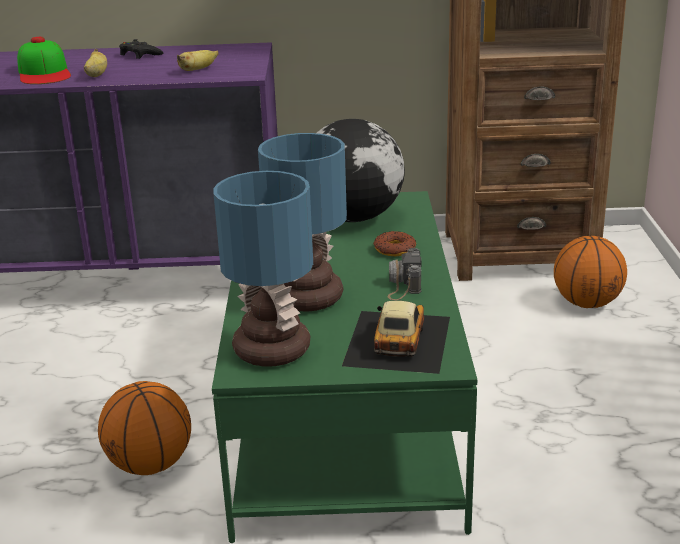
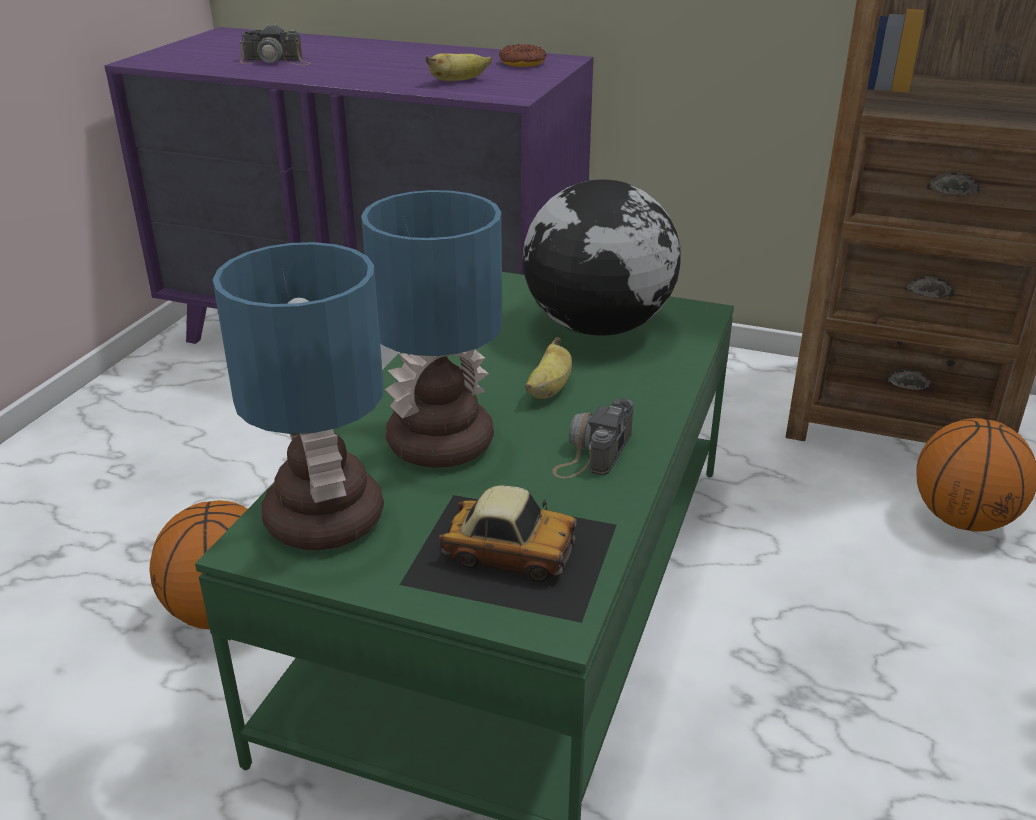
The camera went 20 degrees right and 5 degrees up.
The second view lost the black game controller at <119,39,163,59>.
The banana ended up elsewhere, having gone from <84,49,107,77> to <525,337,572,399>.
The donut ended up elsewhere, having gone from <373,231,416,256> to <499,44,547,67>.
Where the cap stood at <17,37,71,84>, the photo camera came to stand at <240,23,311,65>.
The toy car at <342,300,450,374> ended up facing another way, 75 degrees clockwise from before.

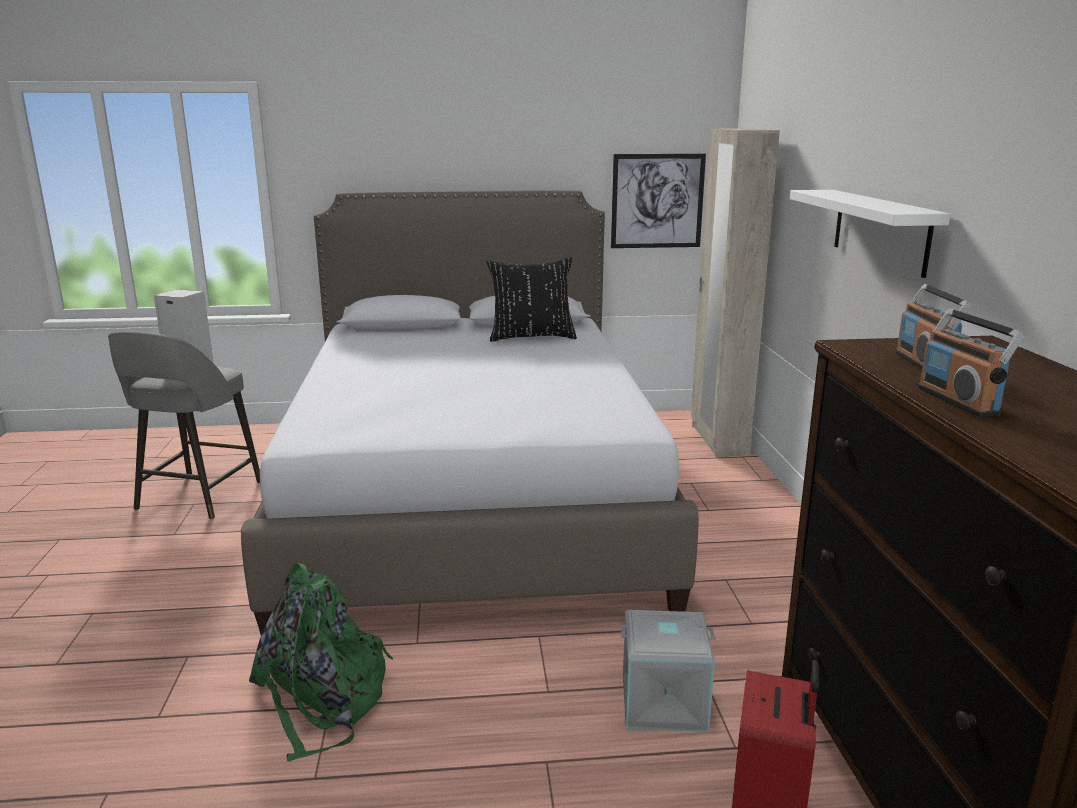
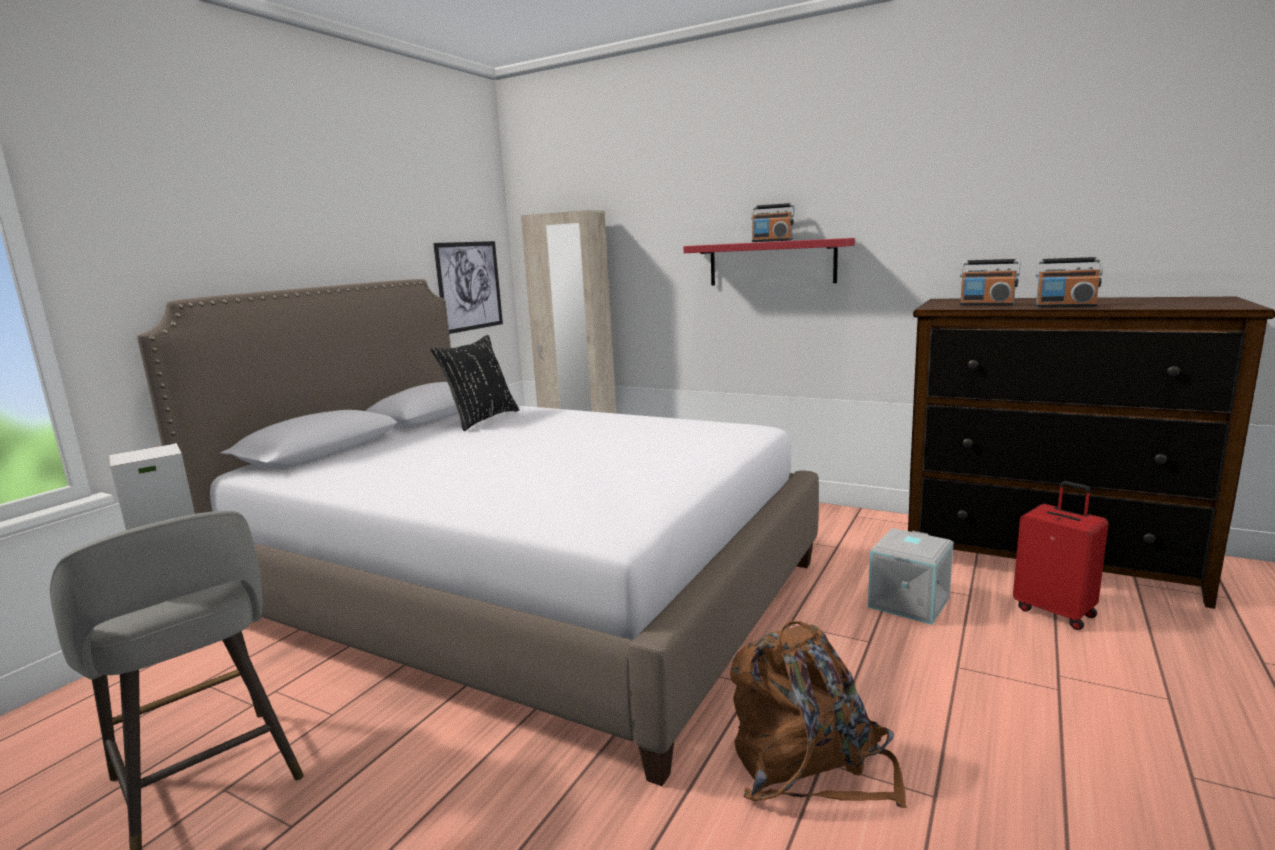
The camera went 55 degrees left and 5 degrees down.
The second view gained the radio at <751,203,795,242>.
What was the green backpack at <249,563,393,761> turned into the brown backpack at <730,621,907,808>.
What was the white shelf at <790,190,950,278> turned into the red shelf at <683,238,855,286>.

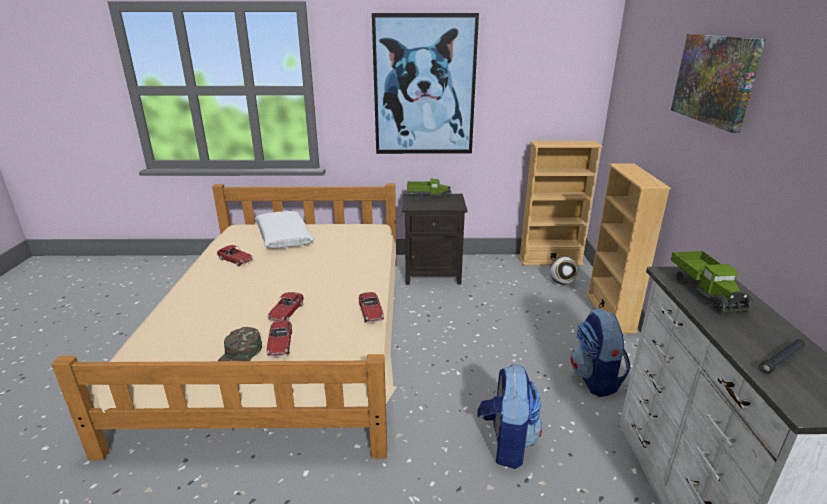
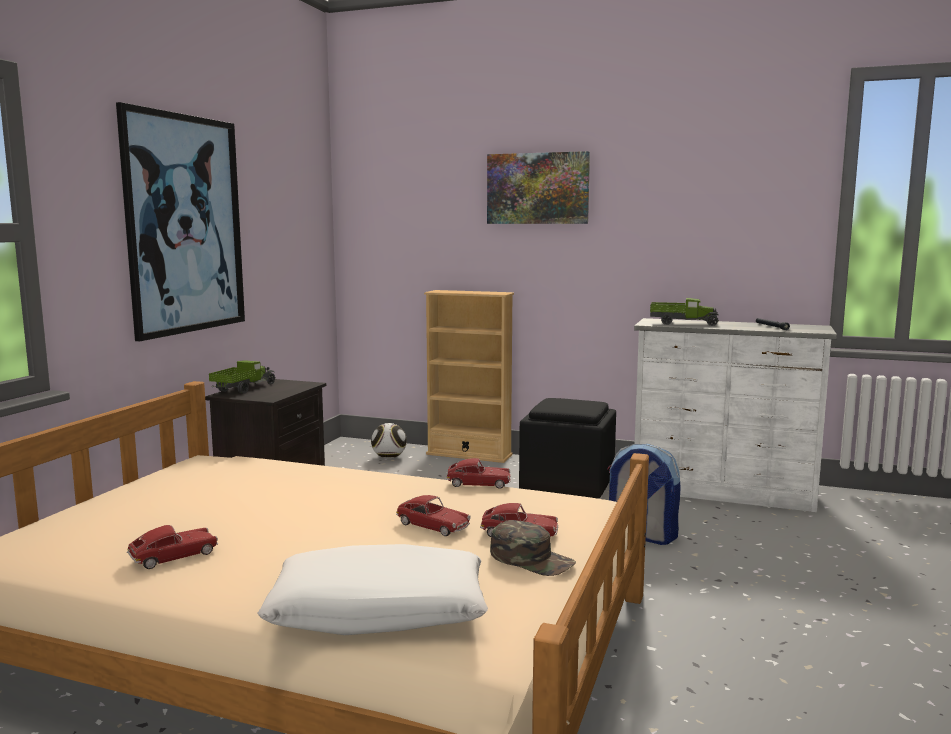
The camera went 70 degrees left and 15 degrees down.
The second view lost the beige bookcase at <519,141,603,265>.
The white pillow ended up elsewhere, having gone from <255,211,314,248> to <257,544,488,635>.
Where the backpack stood at <571,308,631,397>, the black ottoman came to stand at <519,398,616,498>.

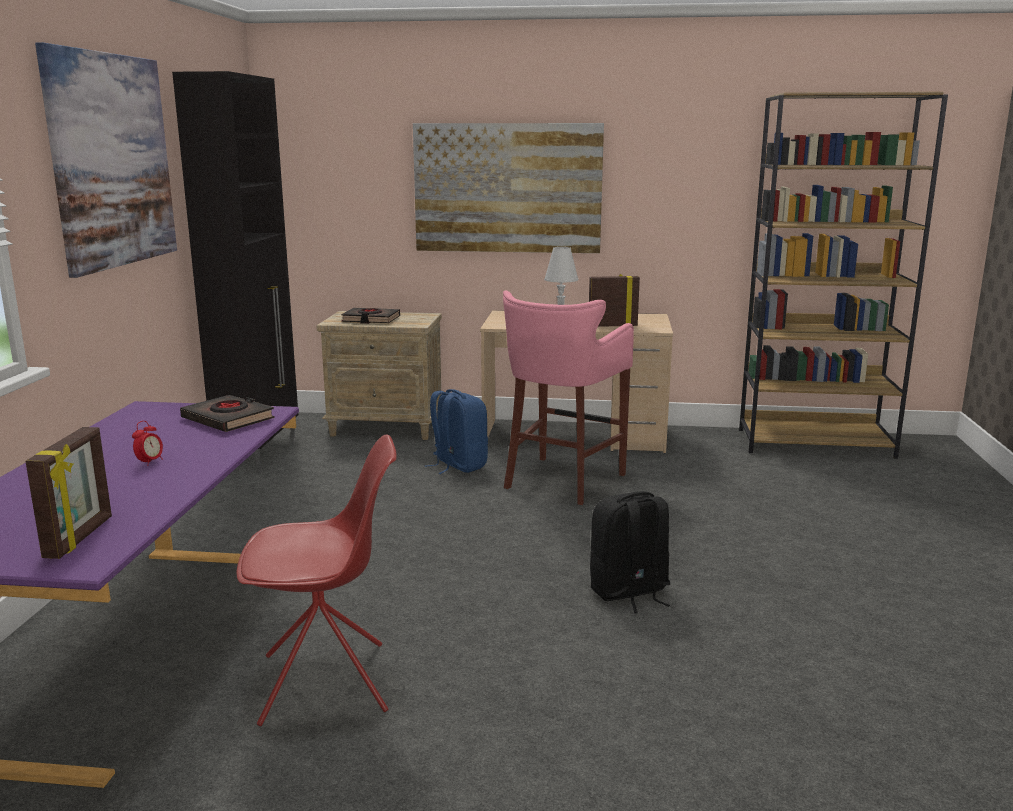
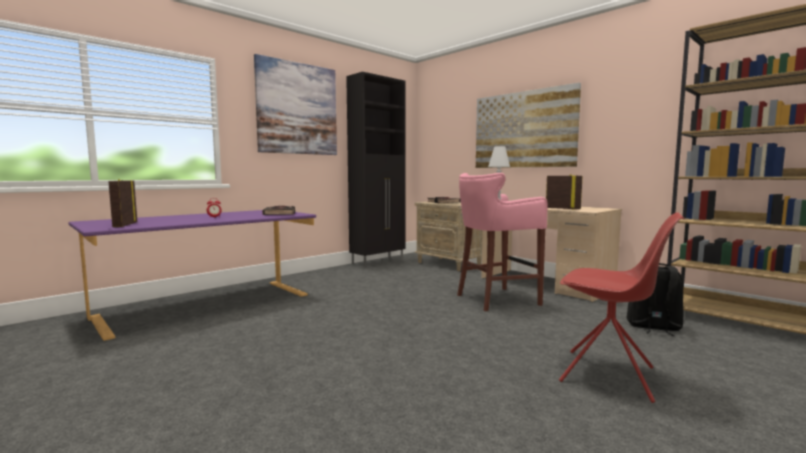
The camera went 40 degrees right and 10 degrees down.
The second view lost the blue backpack at <425,389,488,474>.
The red chair ended up elsewhere, having gone from <236,435,397,726> to <559,212,685,403>.
The black backpack ended up elsewhere, having gone from <590,491,670,613> to <626,263,684,336>.
The picture frame at <25,427,112,559> ended up facing another way, 120 degrees clockwise from before.

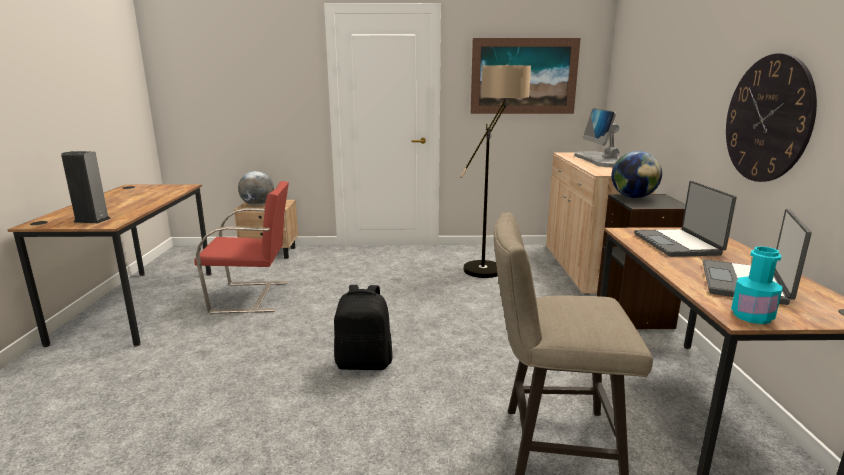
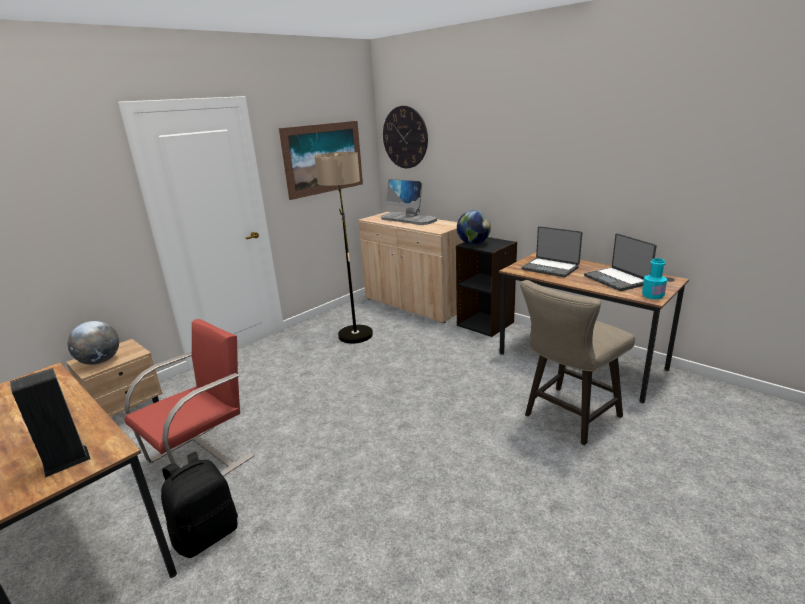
The camera went 45 degrees left and 5 degrees up.
The black backpack ended up elsewhere, having gone from <334,285,392,370> to <161,452,238,558>.
The wall clock ended up elsewhere, having gone from <726,53,817,182> to <383,106,428,168>.

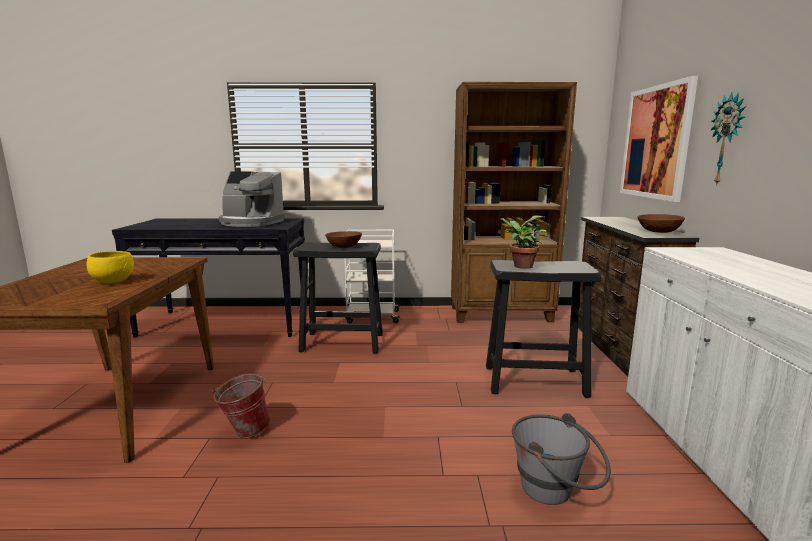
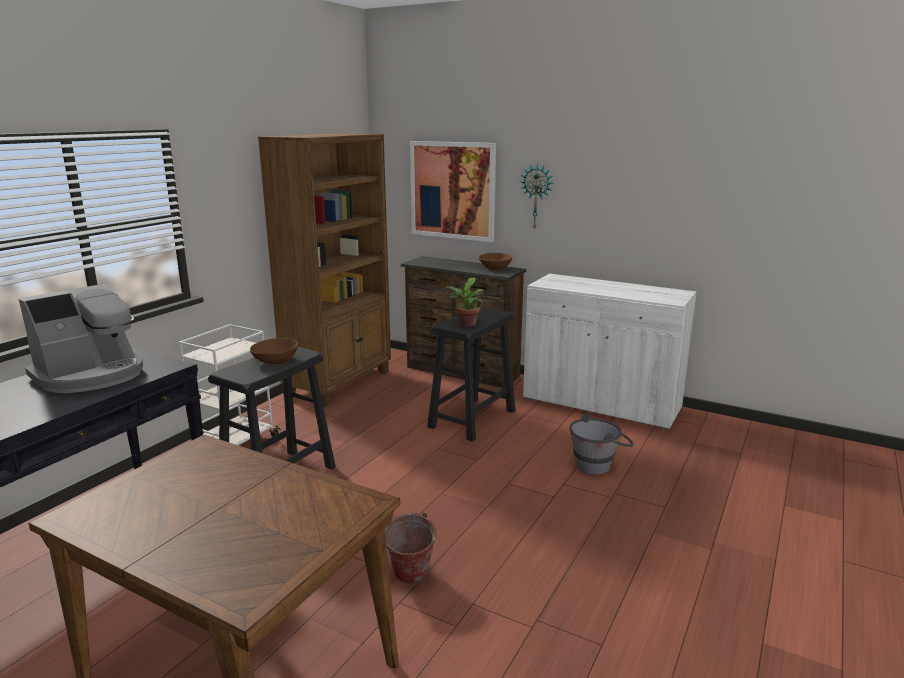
The camera went 60 degrees left and 5 degrees up.
The second view lost the yellow bowl at <87,251,134,284>.

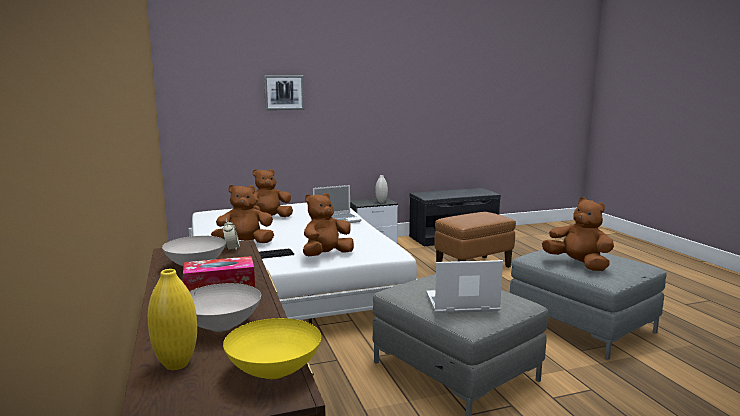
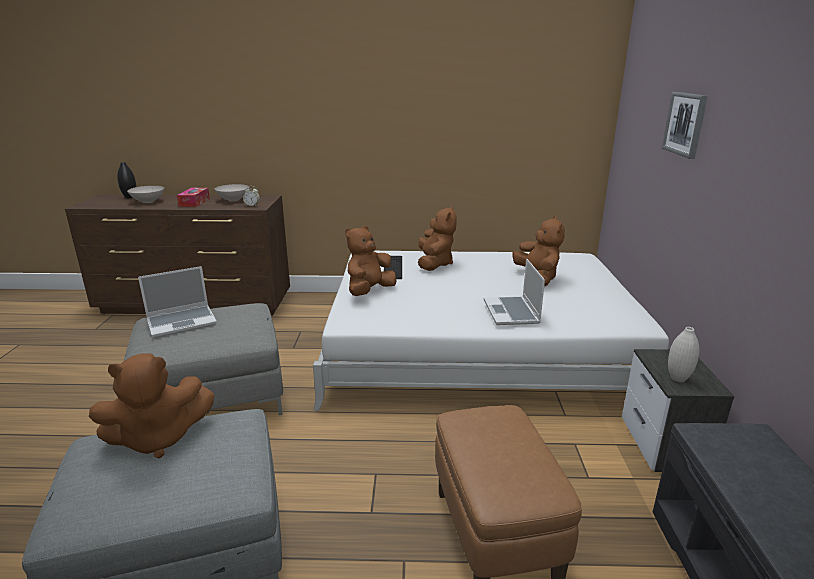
The camera went 110 degrees right and 10 degrees up.
The second view lost the yellow bowl at <223,318,321,379>.
What was the yellow vase at <148,269,197,370> turned into the black vase at <117,162,136,198>.
The brown plush toy at <303,193,354,256> ended up facing another way, 120 degrees counterclockwise from before.
The laptop at <426,260,503,313> ended up facing another way, 45 degrees clockwise from before.

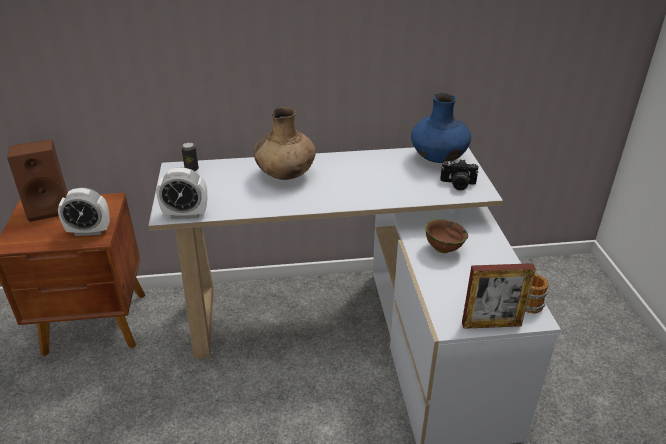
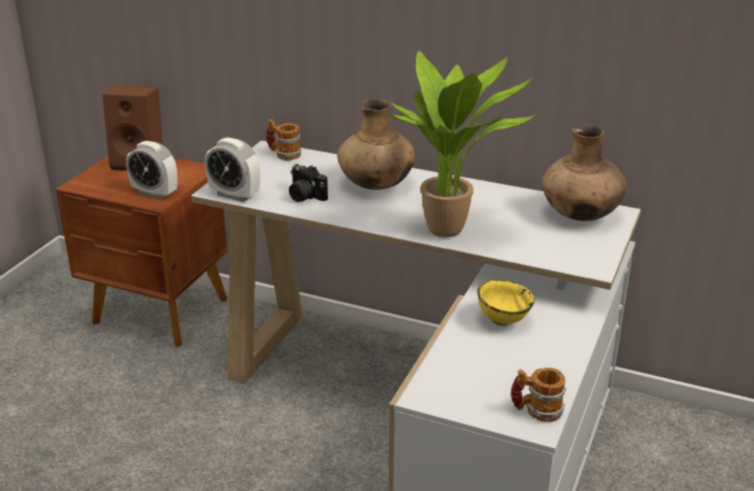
The camera went 30 degrees right and 5 degrees down.
The second view lost the picture frame at <462,263,536,329>.
The second view gained the potted plant at <387,51,534,237>.
The photo camera ended up elsewhere, having gone from <440,159,478,190> to <289,164,328,202>.
Where the can stood at <181,142,199,171>, the mug came to stand at <266,119,301,161>.
What was the blue vase at <411,93,471,163> turned into the brown vase at <542,124,627,221>.
What was the brown bowl at <425,219,468,253> turned into the yellow bowl at <477,279,534,326>.

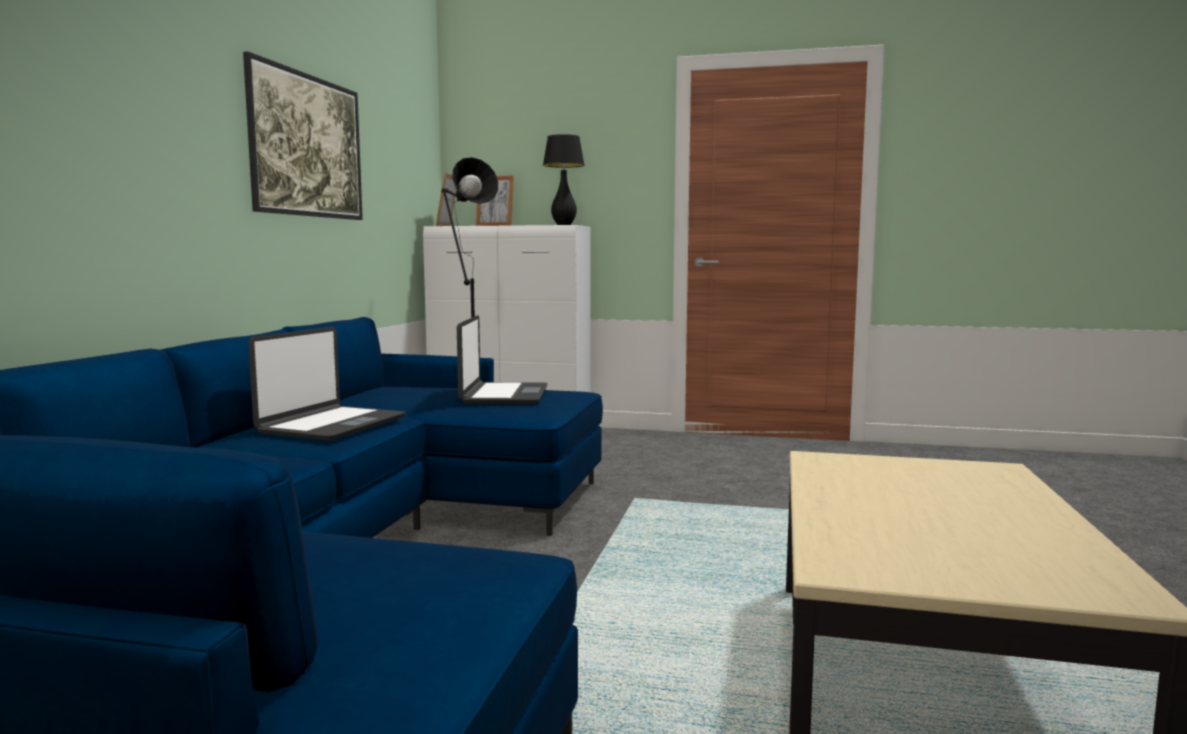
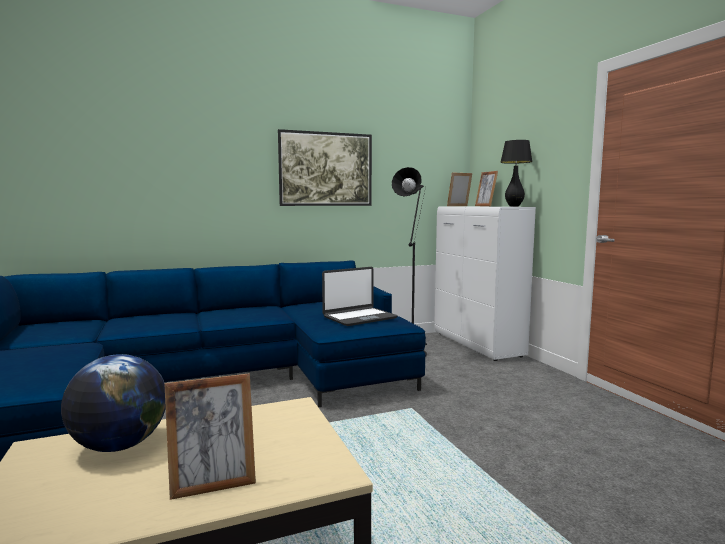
The camera went 55 degrees right and 0 degrees up.
The second view lost the laptop at <248,327,406,441>.
The second view gained the globe at <61,354,166,452>.
The second view gained the picture frame at <164,373,256,500>.

